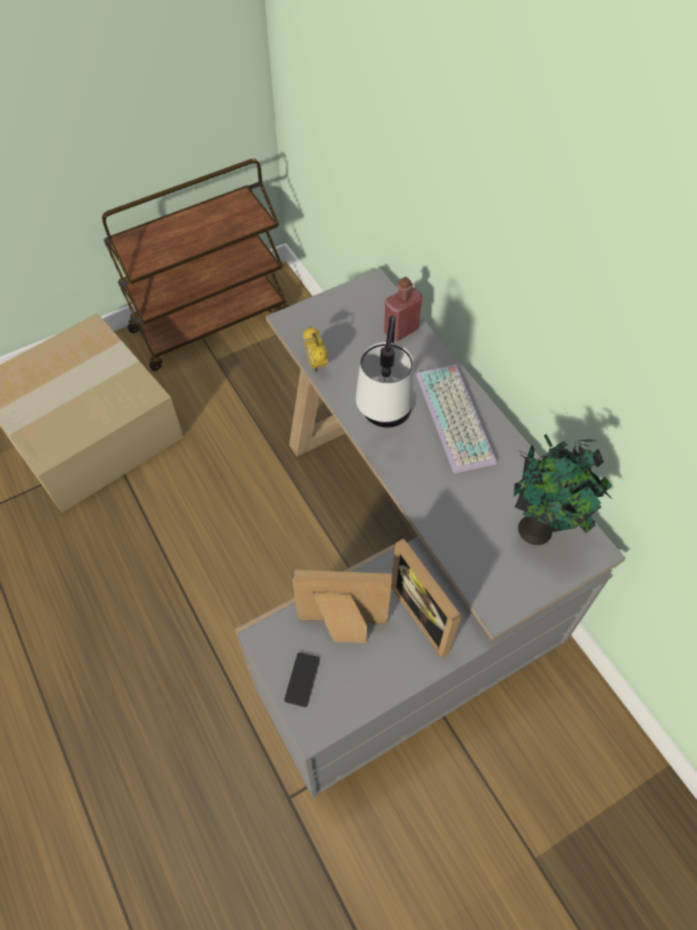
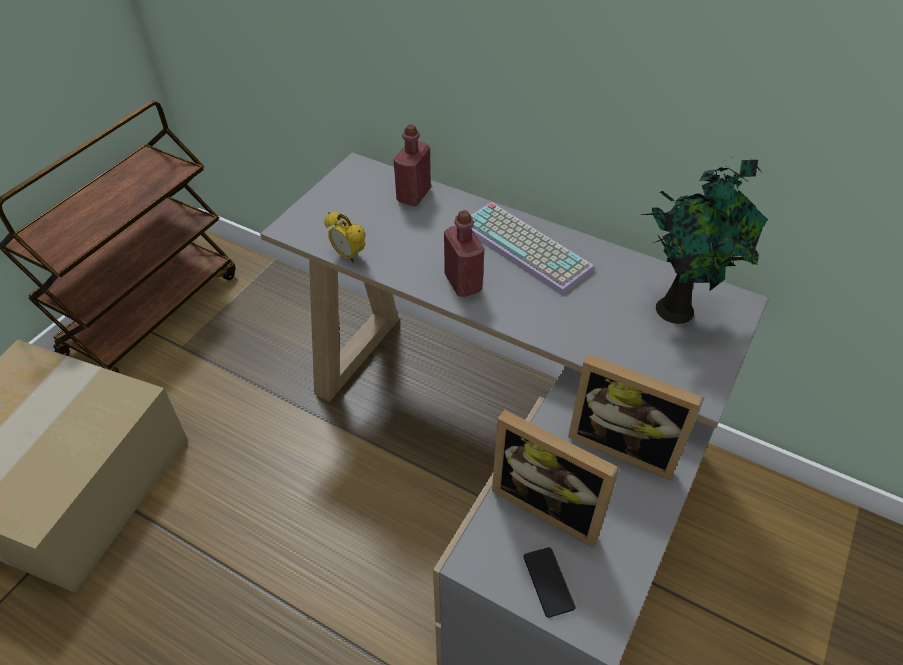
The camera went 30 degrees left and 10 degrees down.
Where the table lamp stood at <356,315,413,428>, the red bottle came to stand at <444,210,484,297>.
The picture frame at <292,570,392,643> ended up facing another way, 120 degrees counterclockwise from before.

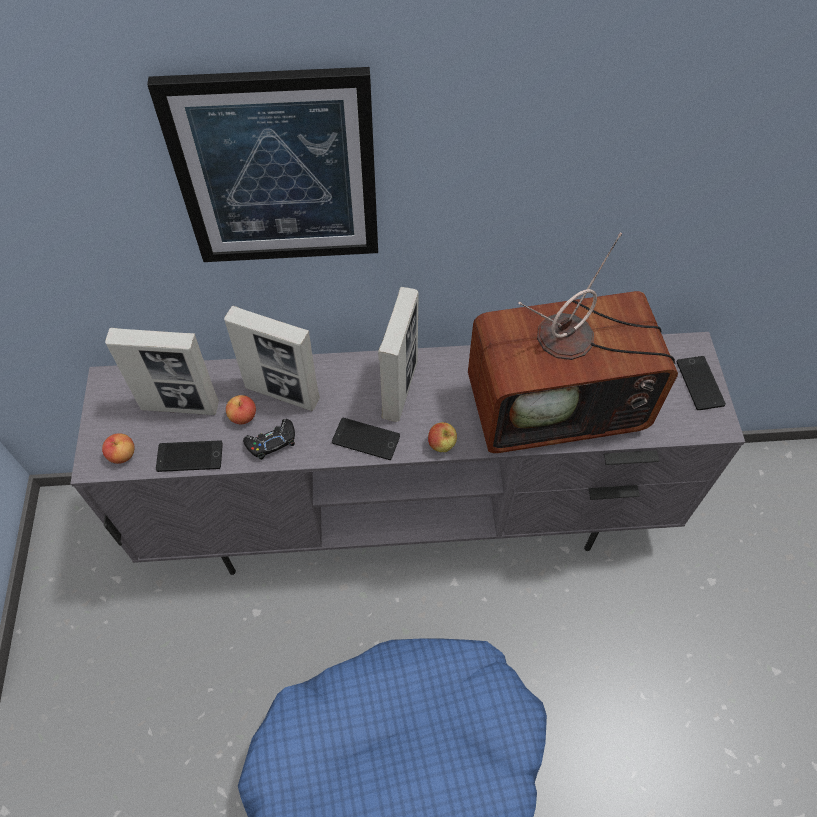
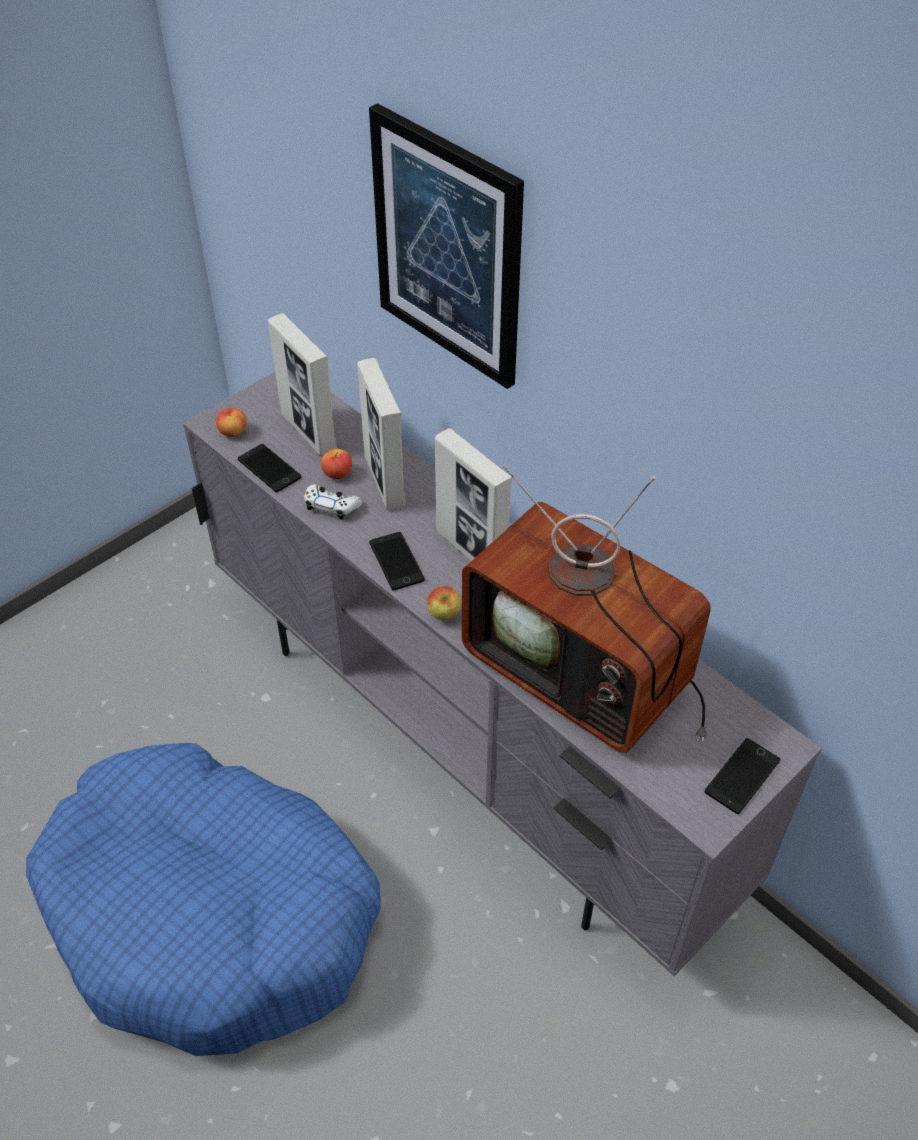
The camera went 50 degrees right and 10 degrees down.
What was the black game controller at <243,419,295,460> turned into the white game controller at <304,484,362,520>.
The picture frame at <378,287,419,422> ended up facing another way, 75 degrees clockwise from before.

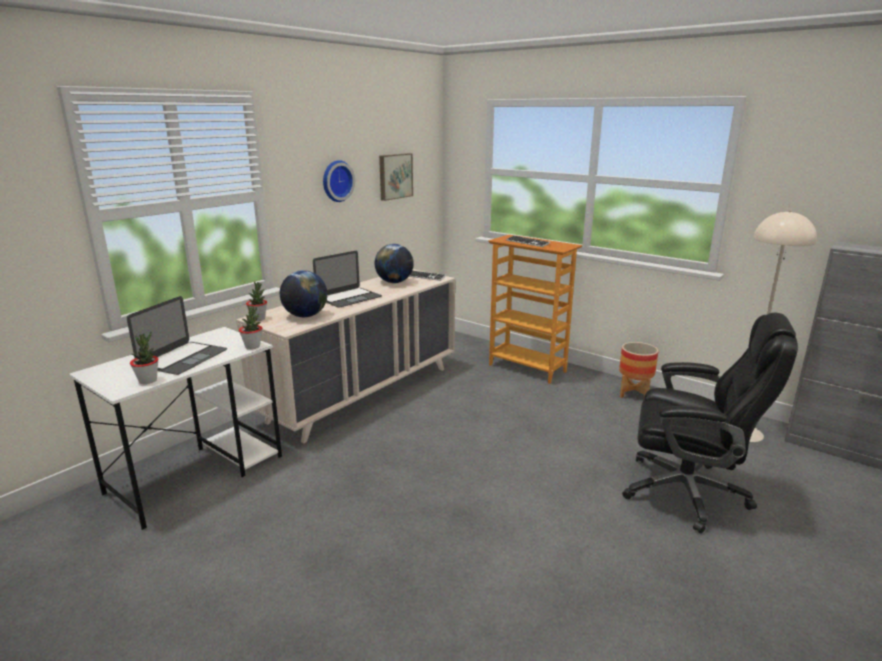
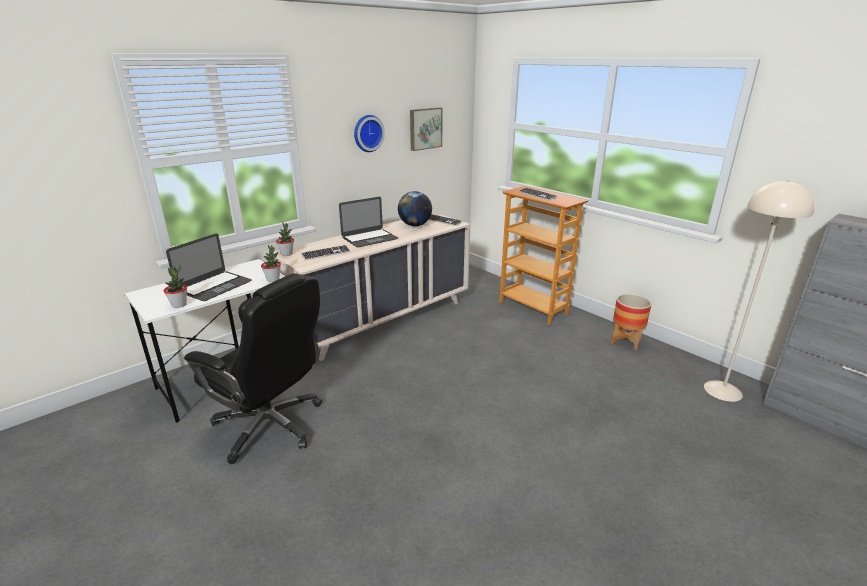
The camera went 10 degrees right and 5 degrees up.
The black office chair ended up elsewhere, having gone from <622,313,798,533> to <184,273,322,464>.
Where the globe stood at <280,270,327,317>, the keyboard came to stand at <301,245,351,260>.

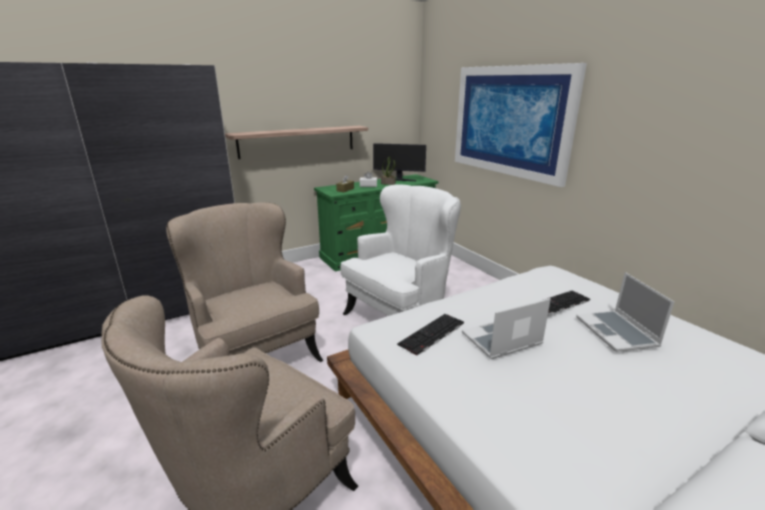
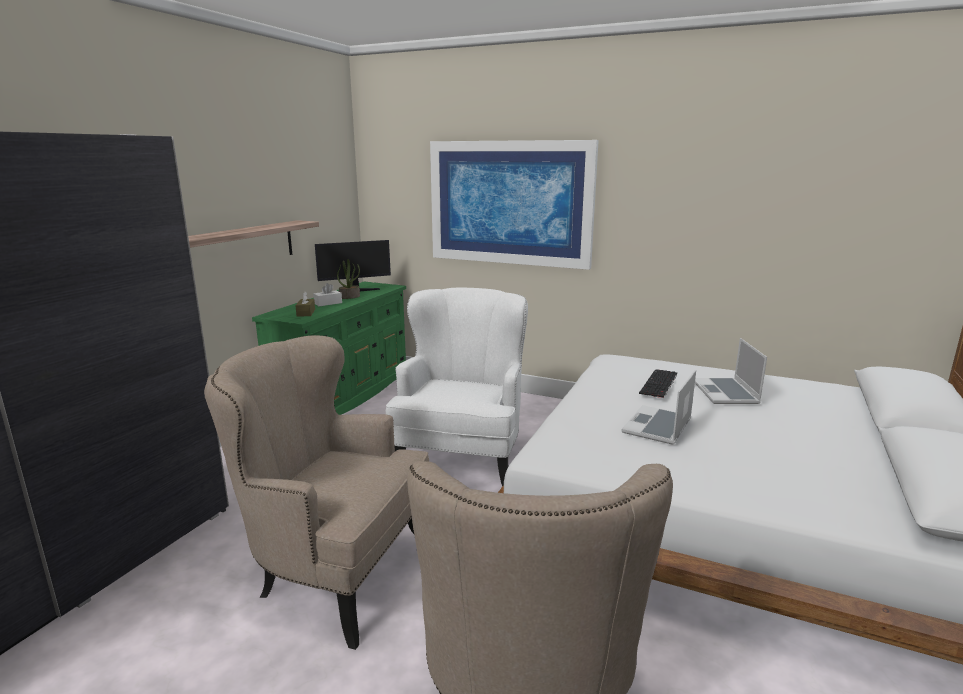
The camera went 35 degrees left and 5 degrees down.
The second view lost the keyboard at <397,314,464,356>.
The laptop at <576,272,674,352> ended up facing another way, 45 degrees clockwise from before.

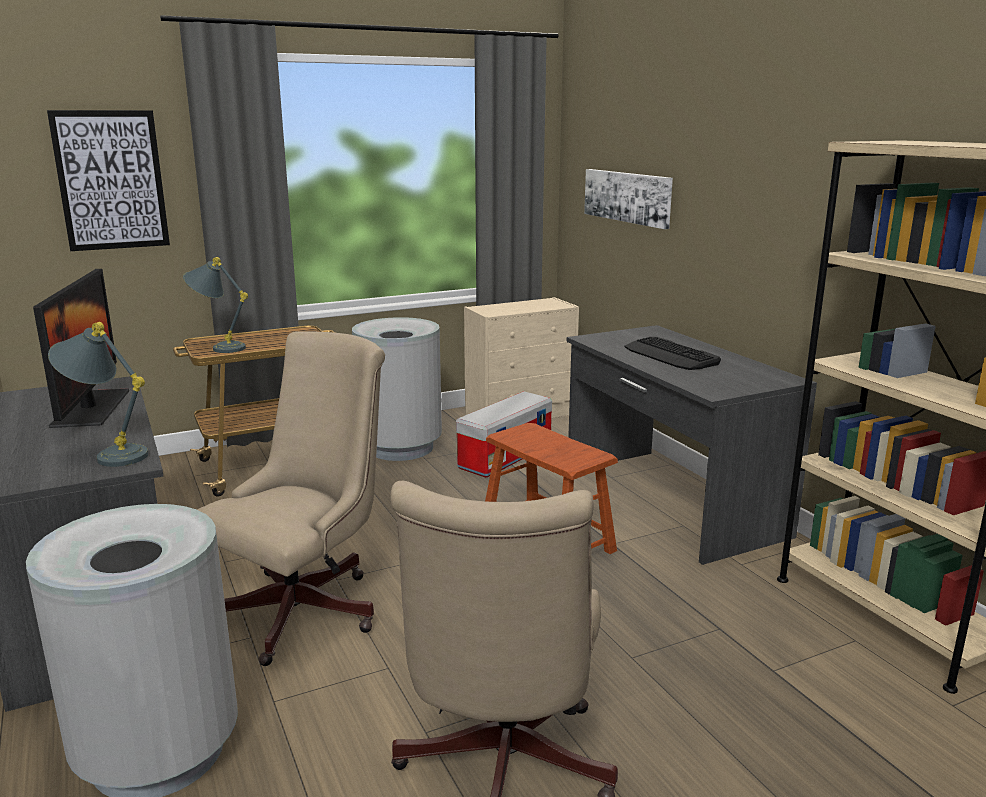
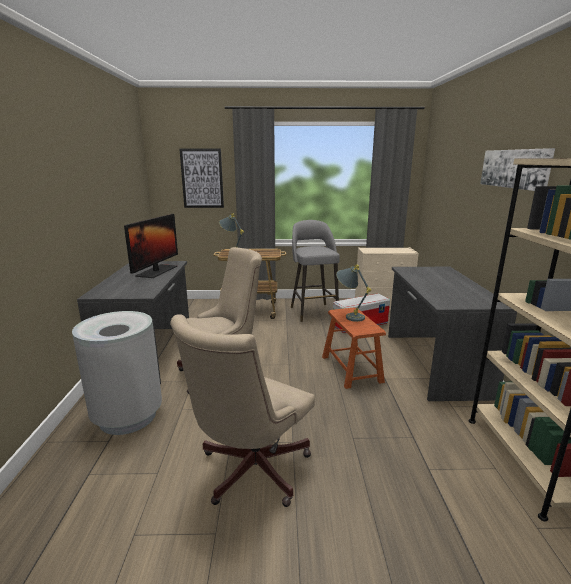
The camera went 25 degrees right and 0 degrees up.
The second view lost the keyboard at <624,337,721,370>.
The grey table lamp ended up elsewhere, having gone from <48,322,148,467> to <336,265,371,322>.
The picture ended up elsewhere, having gone from <584,169,673,229> to <480,148,555,191>.
Where the grey trash can stood at <352,317,442,461>, the grey stool came to stand at <291,220,340,322>.

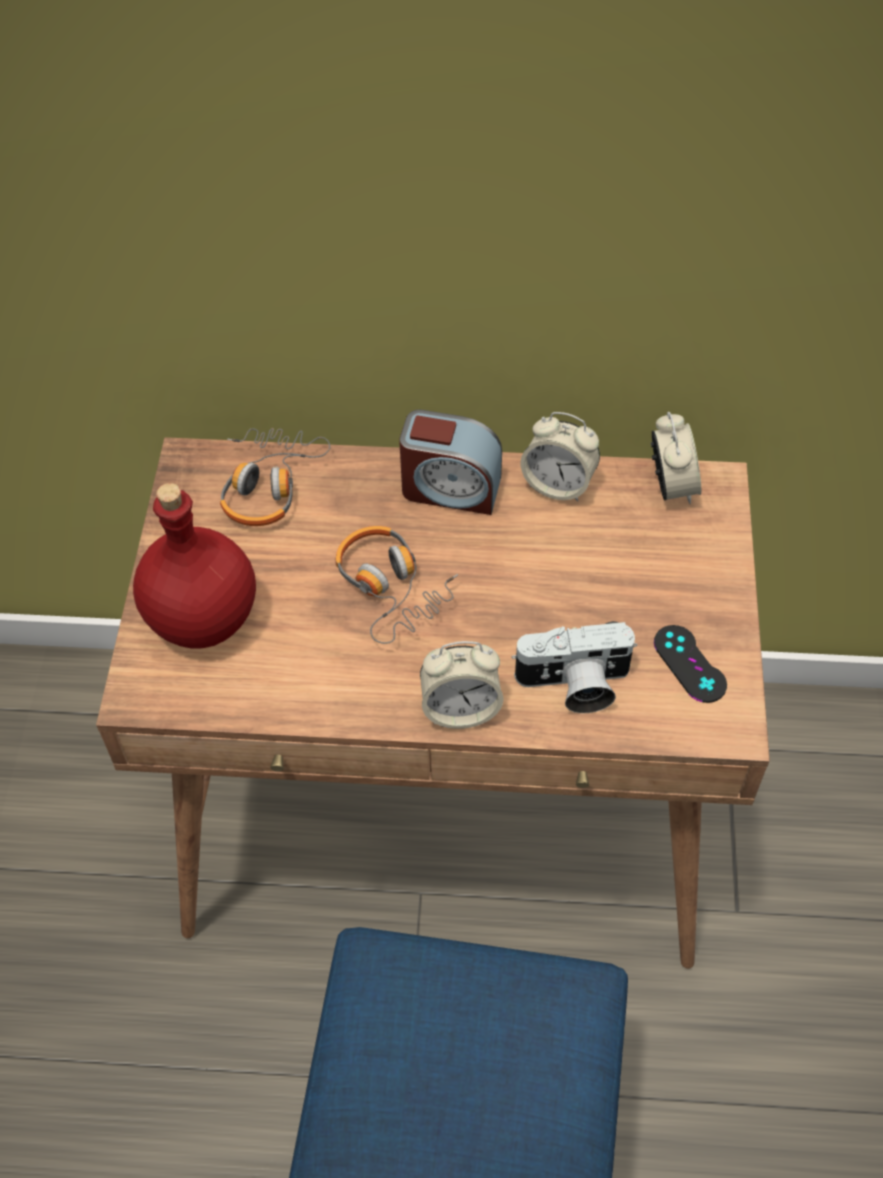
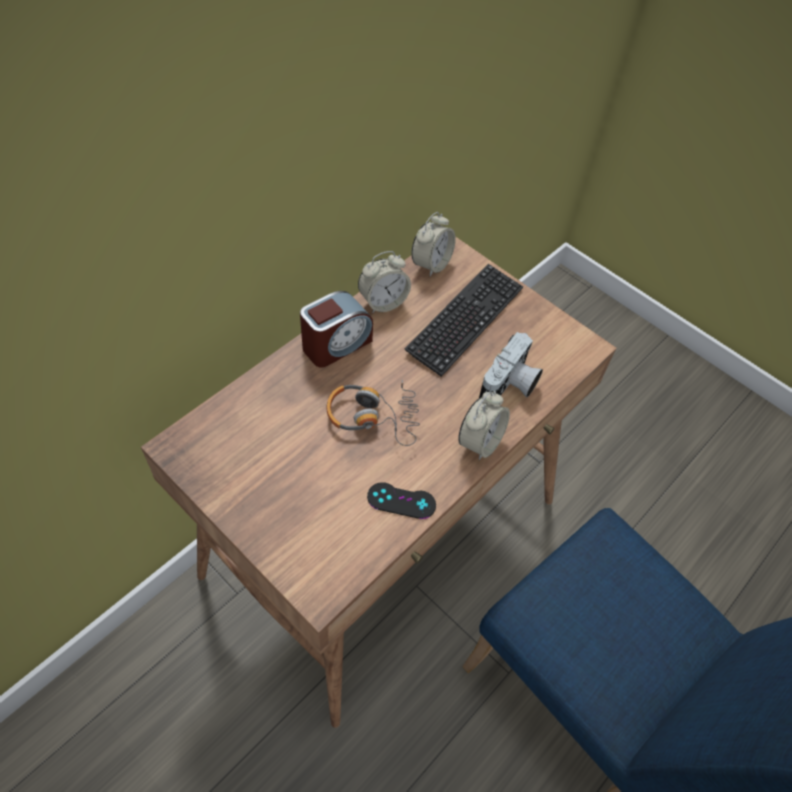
The camera went 55 degrees left and 0 degrees up.
The second view lost the red bottle at <133,483,256,649>.
The second view lost the headphones at <220,428,330,526>.
The second view gained the keyboard at <404,264,523,377>.
The black game controller ended up elsewhere, having gone from <654,625,727,703> to <367,482,436,519>.
The alarm clock at <651,412,701,504> ended up facing another way, 90 degrees clockwise from before.

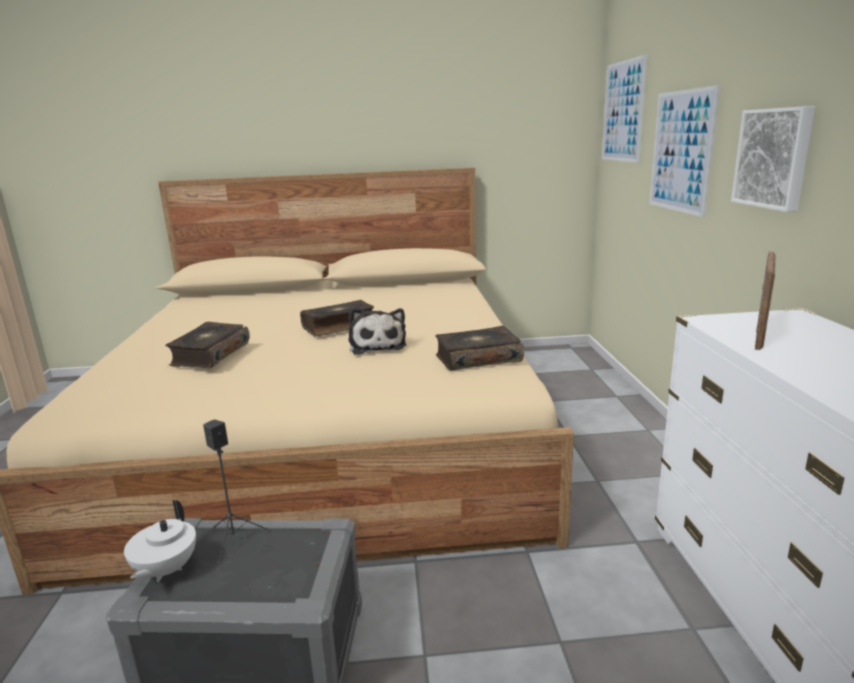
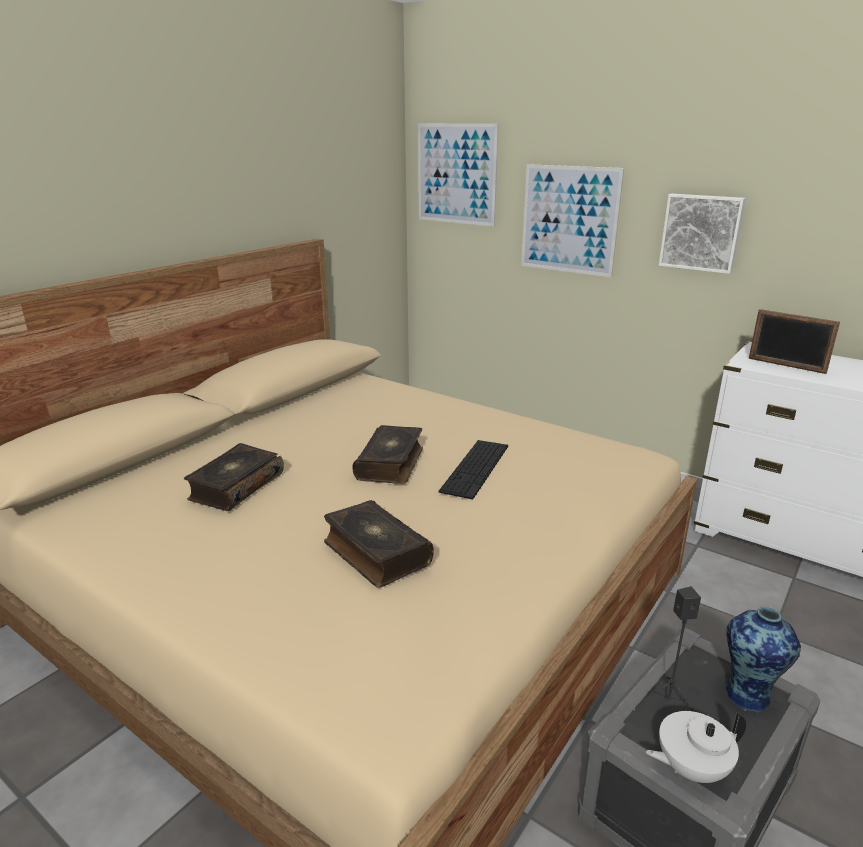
The camera went 50 degrees left and 5 degrees up.
The second view gained the vase at <726,607,801,714>.
The book ended up elsewhere, having gone from <435,326,524,371> to <184,443,284,511>.
Where the plush toy stood at <349,308,406,355>, the keyboard came to stand at <439,440,508,500>.
The white teapot at <124,500,196,582> ended up facing another way, 120 degrees clockwise from before.
The picture frame at <755,251,776,350> ended up facing another way, 150 degrees clockwise from before.

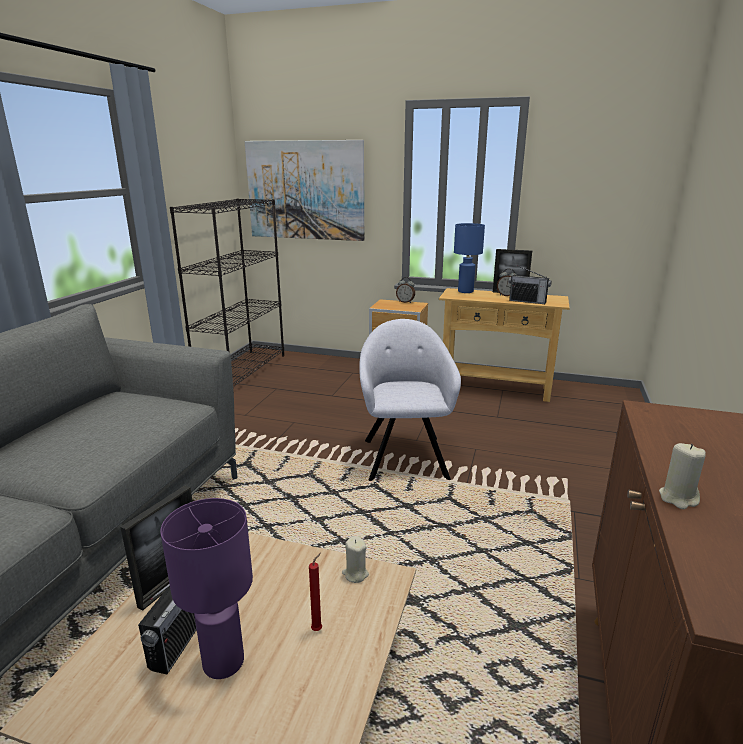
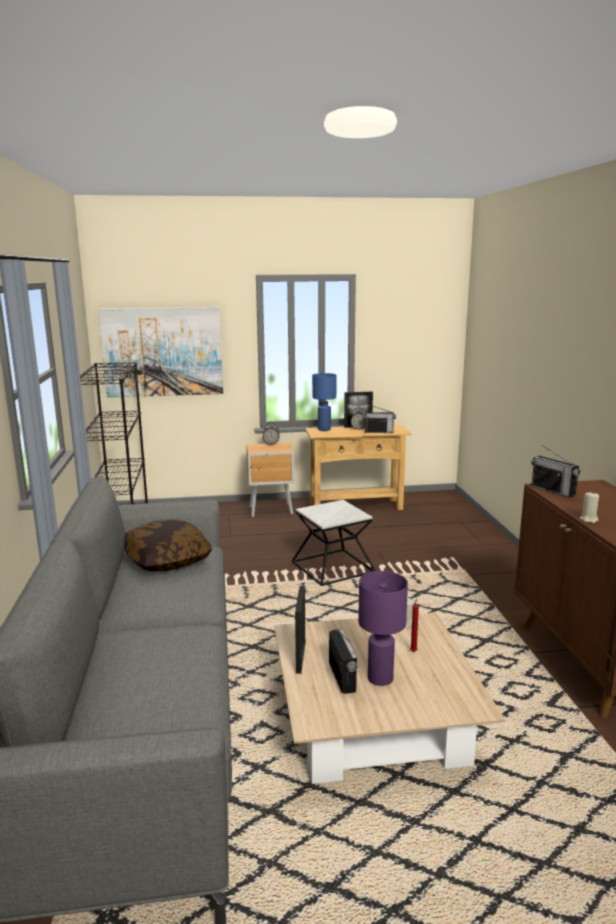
The camera went 25 degrees left and 5 degrees down.
The second view gained the pillow at <124,520,212,571>.
The second view gained the radio at <531,445,580,498>.
Where the grey armchair stood at <359,319,461,481>, the side table came to stand at <292,500,376,586>.

